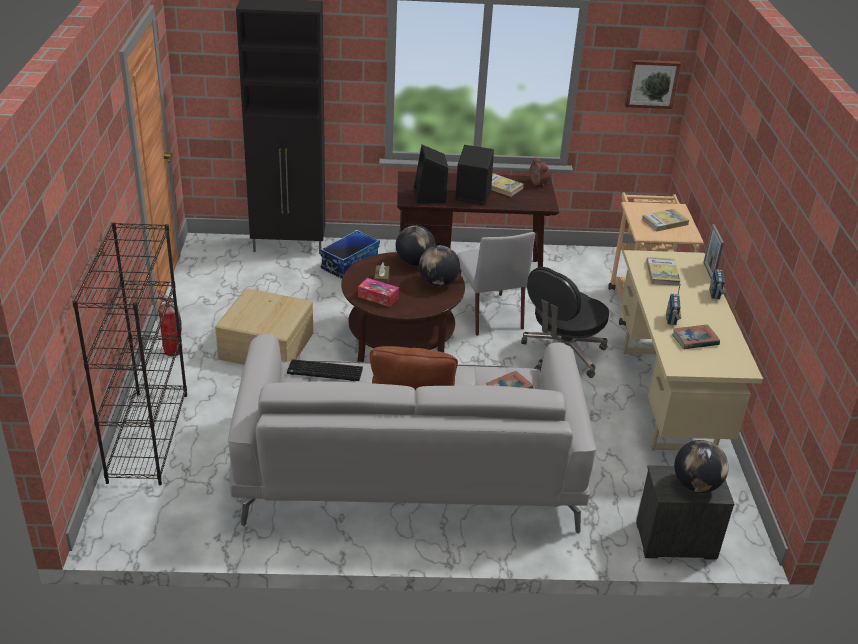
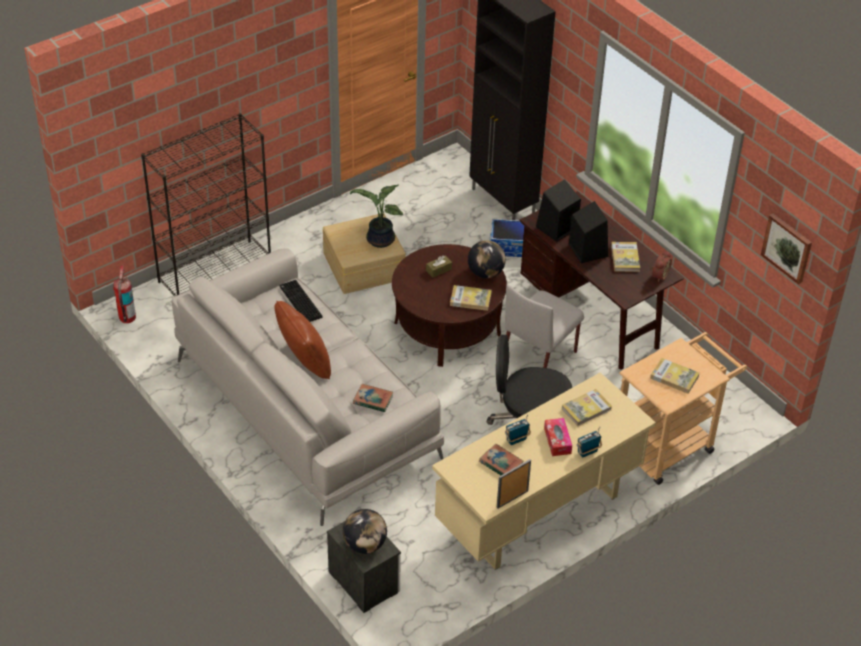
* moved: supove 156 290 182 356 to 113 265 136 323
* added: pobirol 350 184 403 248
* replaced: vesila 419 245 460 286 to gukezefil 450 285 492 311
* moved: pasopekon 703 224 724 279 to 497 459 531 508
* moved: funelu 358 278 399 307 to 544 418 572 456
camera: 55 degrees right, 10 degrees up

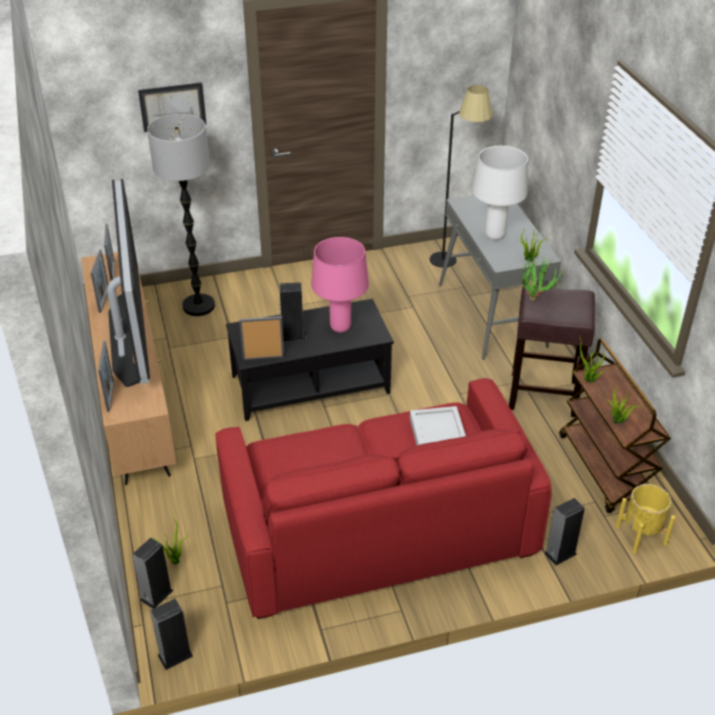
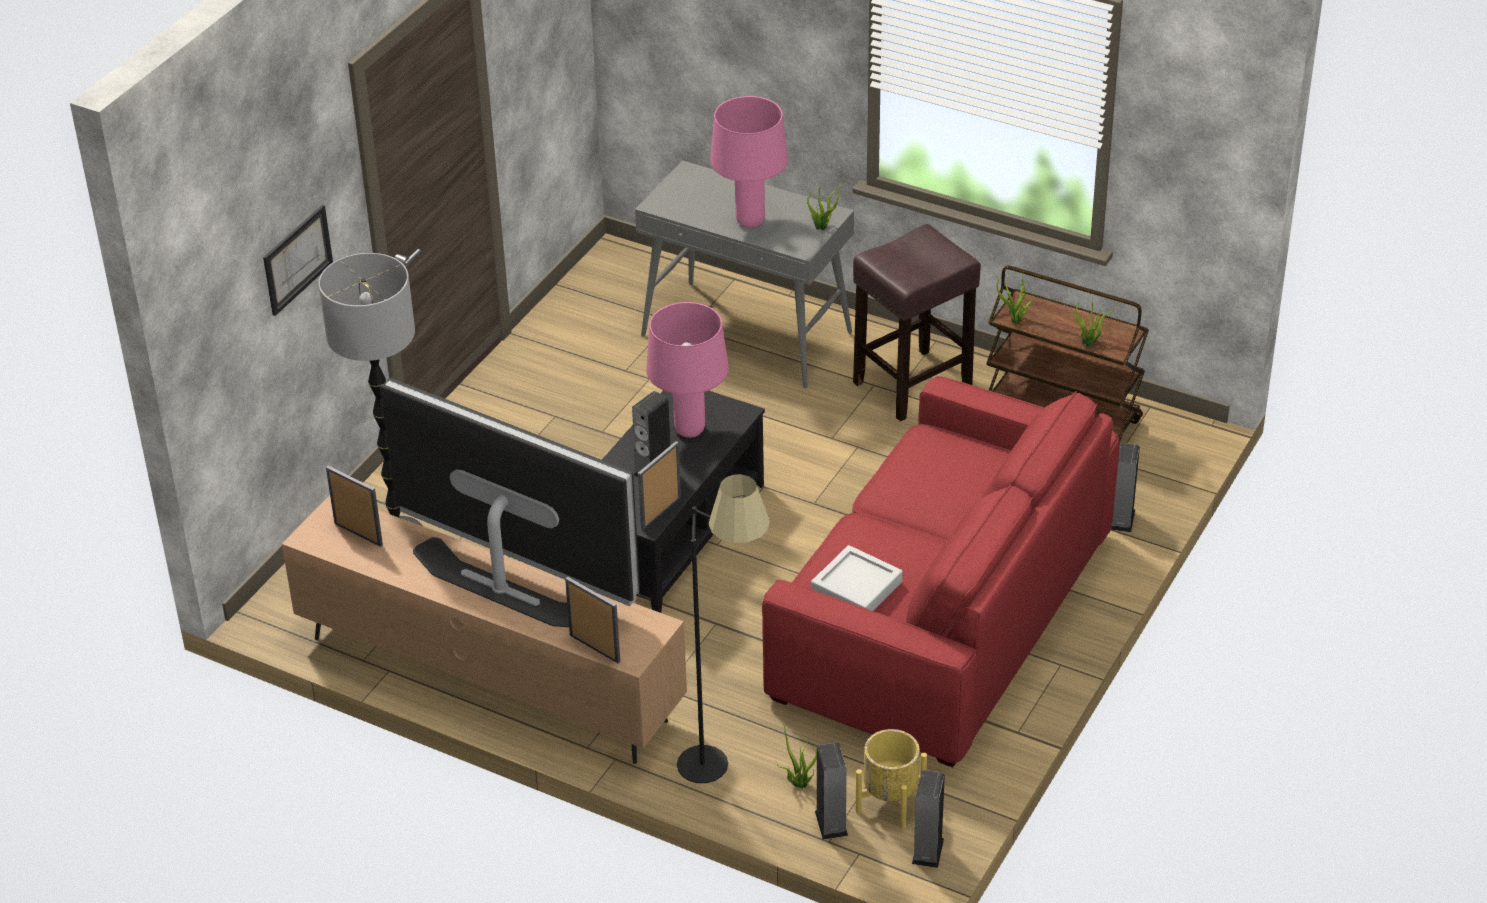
* moved: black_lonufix 430 85 492 267 to 677 474 770 783
* recoloured: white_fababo 472 146 528 240 to pink_fababo 710 96 788 228
* moved: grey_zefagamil 410 406 466 446 to 811 545 903 611
* moved: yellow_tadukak 616 484 675 554 to 856 729 927 829
* removed: pasopekon 91 249 108 313
* removed: pobirol 522 256 563 301
camera: 45 degrees left, 0 degrees up

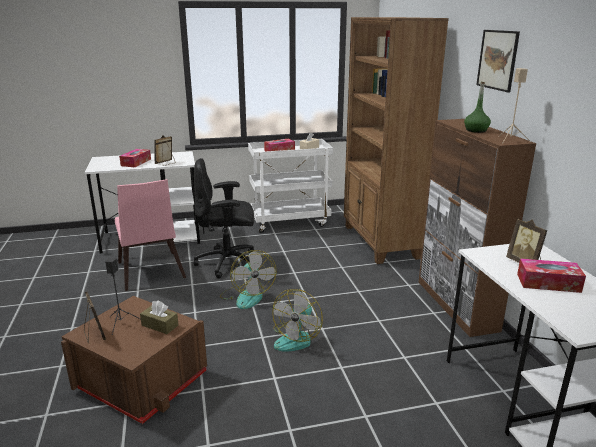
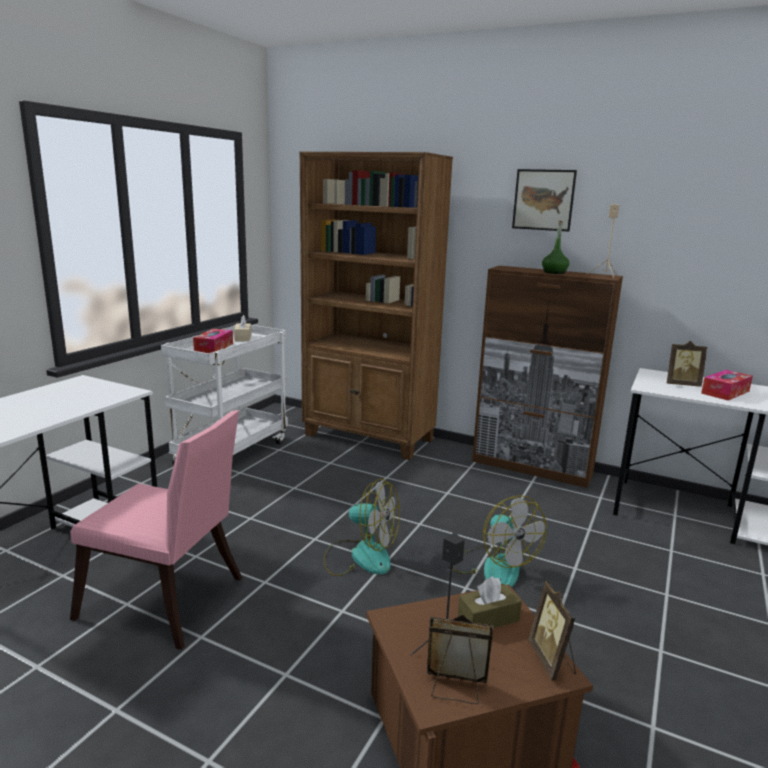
* moved: pasopekon 154 135 175 166 to 528 581 576 681
* removed: funelu 119 149 151 167
* removed: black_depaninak 194 158 254 279
camera: 50 degrees left, 5 degrees down

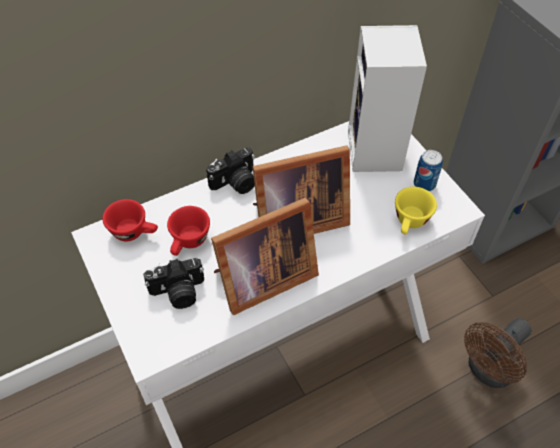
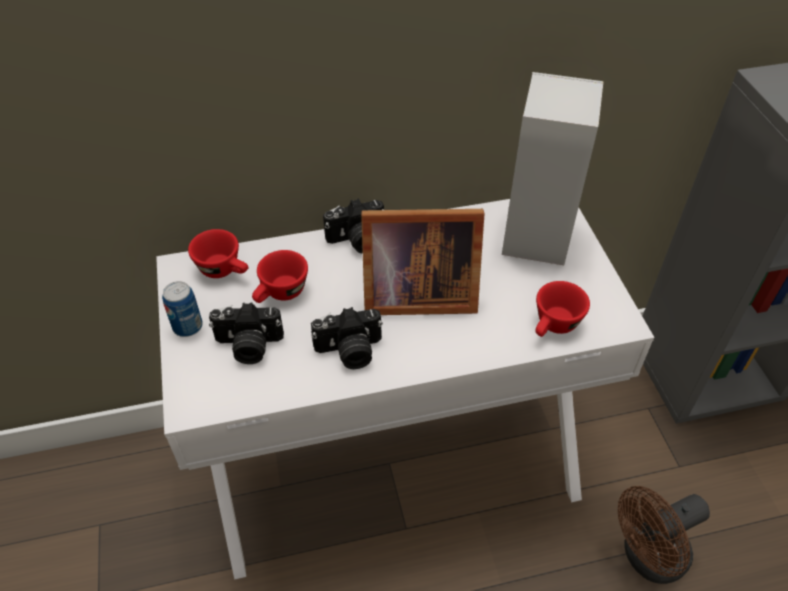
* moved: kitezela 414 150 443 191 to 162 281 203 337
* replaced: pasopekon 211 198 319 315 to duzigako 311 307 383 369
* recoloured: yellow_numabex 395 187 437 234 to red_numabex 535 281 590 337
camera: 15 degrees right, 5 degrees down

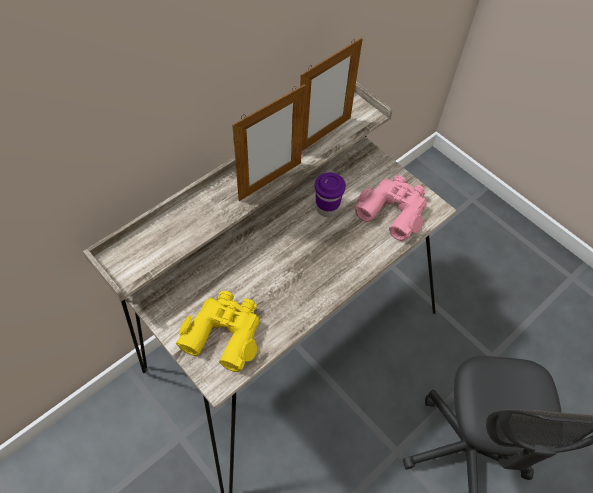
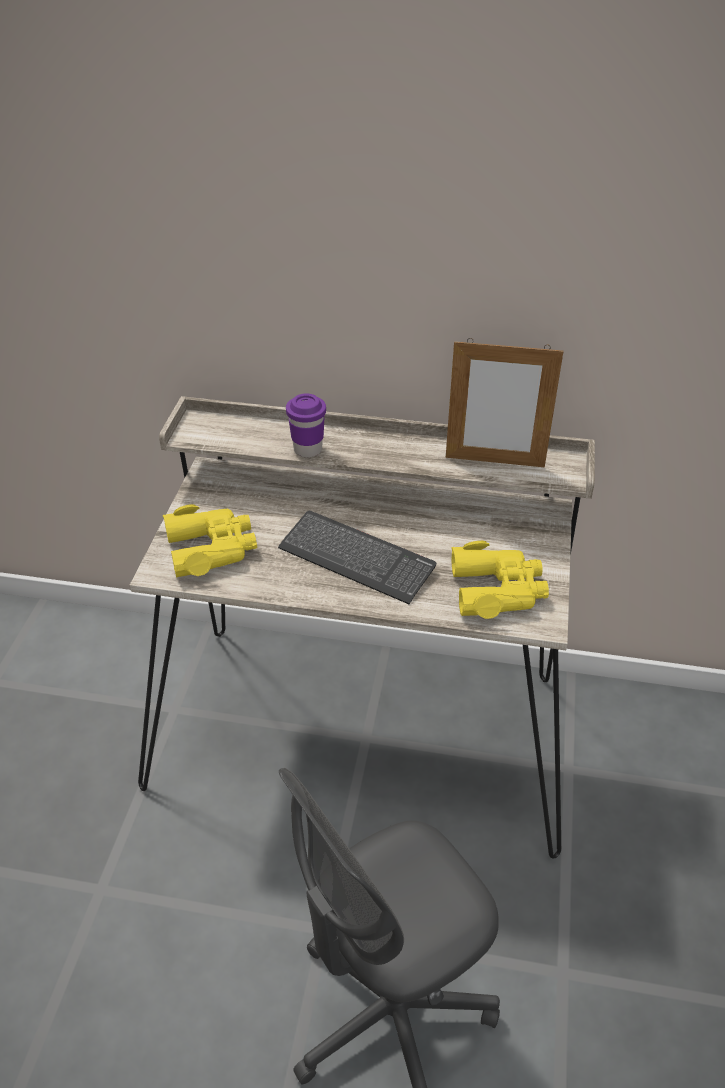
* added: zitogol 278 511 436 604
* moved: purple_numabex 315 173 346 217 to 286 393 326 458
* recoloured: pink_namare 354 175 427 241 to yellow_namare 451 541 549 619
* removed: pasopekon 232 84 305 201
camera: 55 degrees right, 15 degrees down

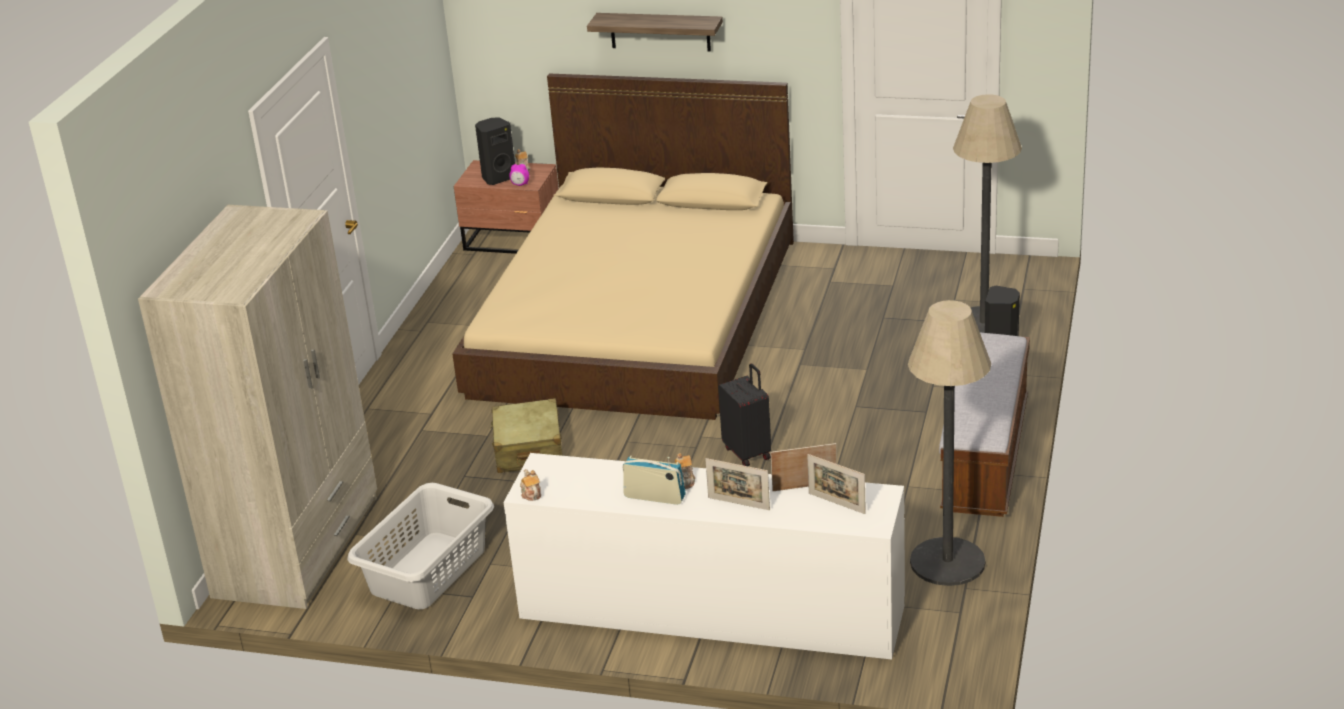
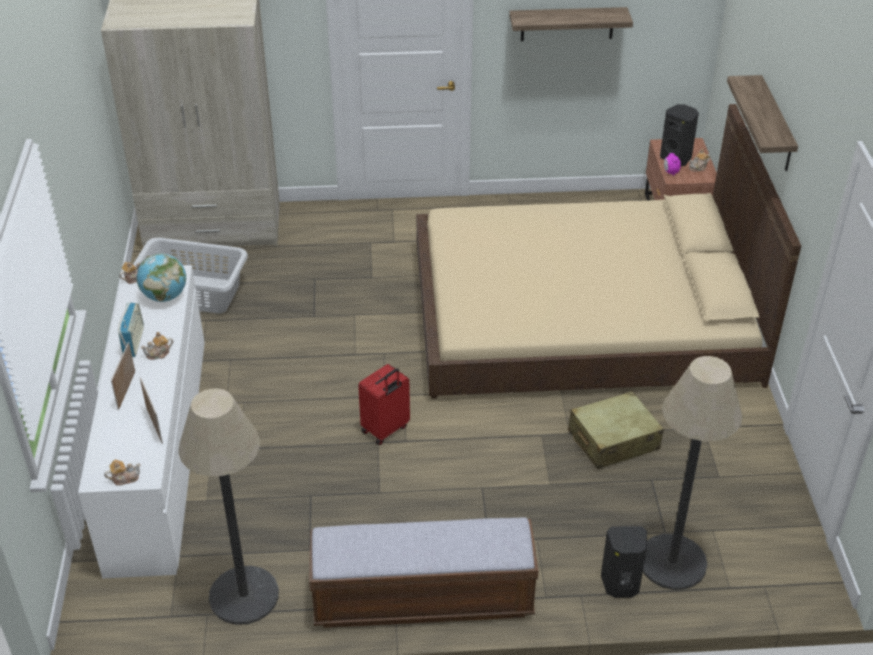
* added: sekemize 104 459 141 486
* added: vesila 137 254 186 302
* recoloured: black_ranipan 718 363 771 466 to red_ranipan 358 364 410 445
* added: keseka 509 7 633 41
* moved: beige_ranipan 491 398 563 473 to 568 391 664 469
* removed: pasopekon 807 454 866 514
camera: 70 degrees right, 10 degrees up

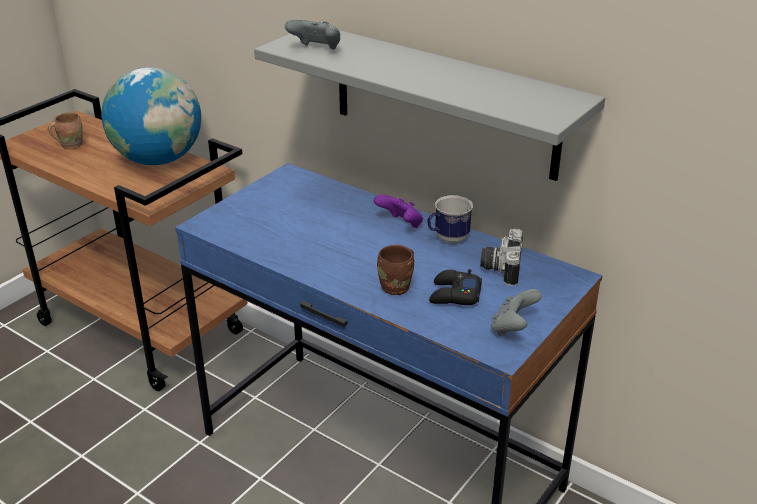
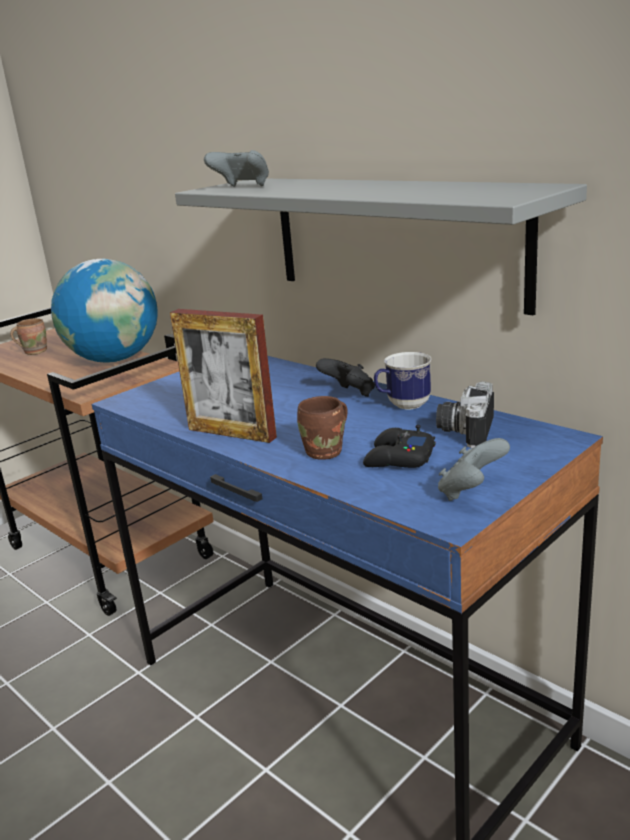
* added: pasopekon 170 309 277 443
* recoloured: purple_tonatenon 374 194 423 228 to black_tonatenon 316 358 375 397
camera: 10 degrees right, 10 degrees down

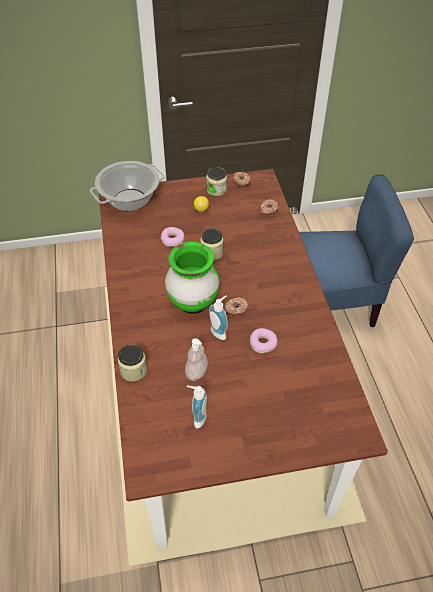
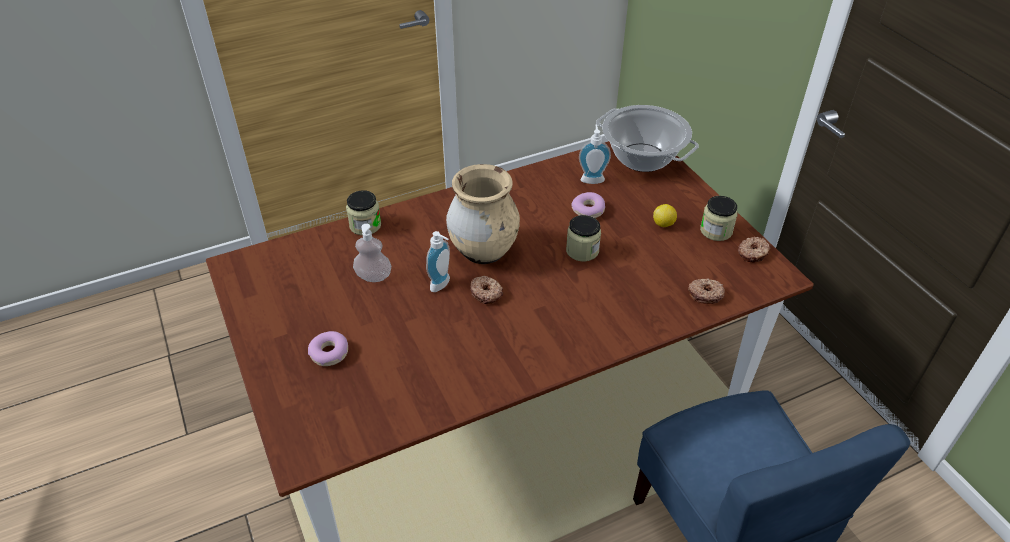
* moved: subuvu 250 328 278 353 to 308 331 348 366
* recoloured: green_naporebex 165 242 220 314 to beige_naporebex 446 164 520 264
* moved: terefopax 187 385 207 428 to 579 124 611 184
camera: 75 degrees right, 5 degrees down

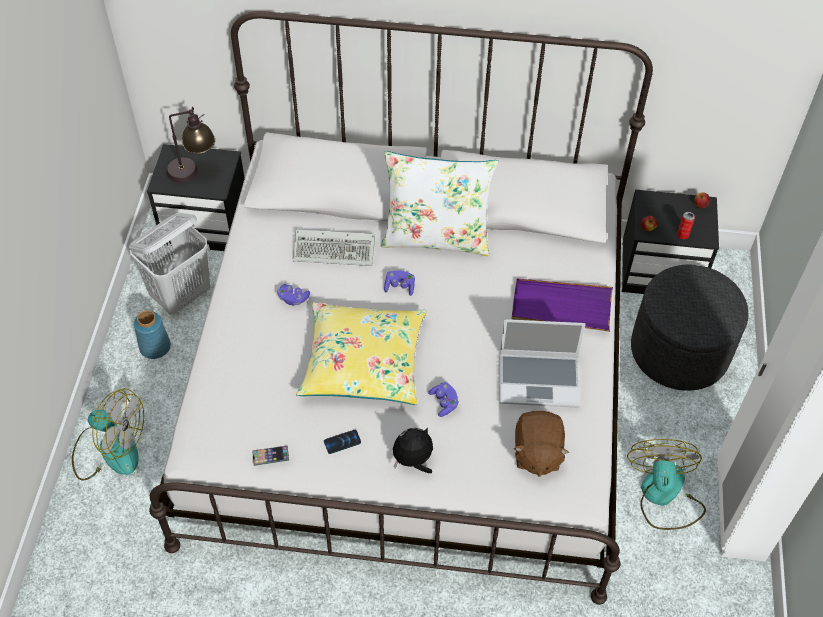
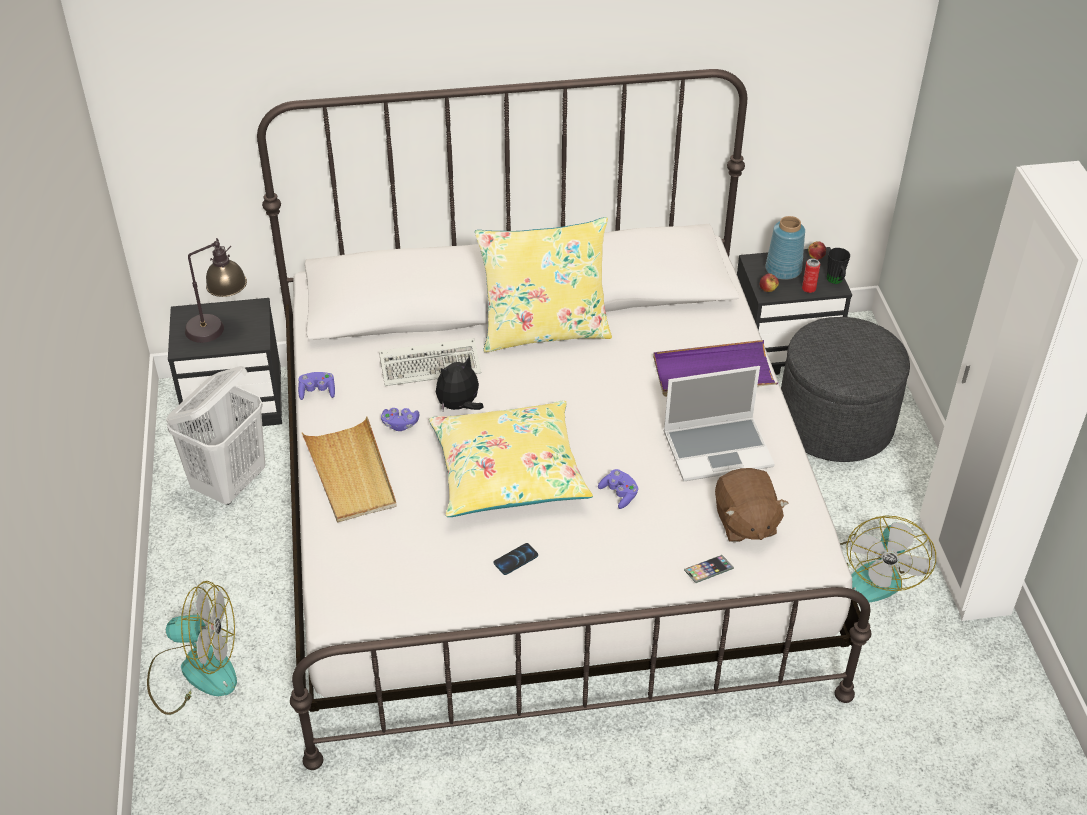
* moved: purple_tonatenon 384 270 415 296 to 298 372 335 400
* added: beige_zefagamil 302 417 397 523
* moved: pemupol 393 428 433 473 to 436 356 484 411
* recoloured: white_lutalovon 381 151 498 256 to yellow_lutalovon 475 217 612 352
* moved: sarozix 252 446 289 466 to 684 555 734 583
* moved: blue_naporebex 134 310 171 359 to 765 216 805 280
* added: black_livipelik 827 248 850 284
* turned: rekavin 627 439 706 530 = 840 515 936 602 150 degrees counterclockwise
camera: 15 degrees left, 10 degrees down

